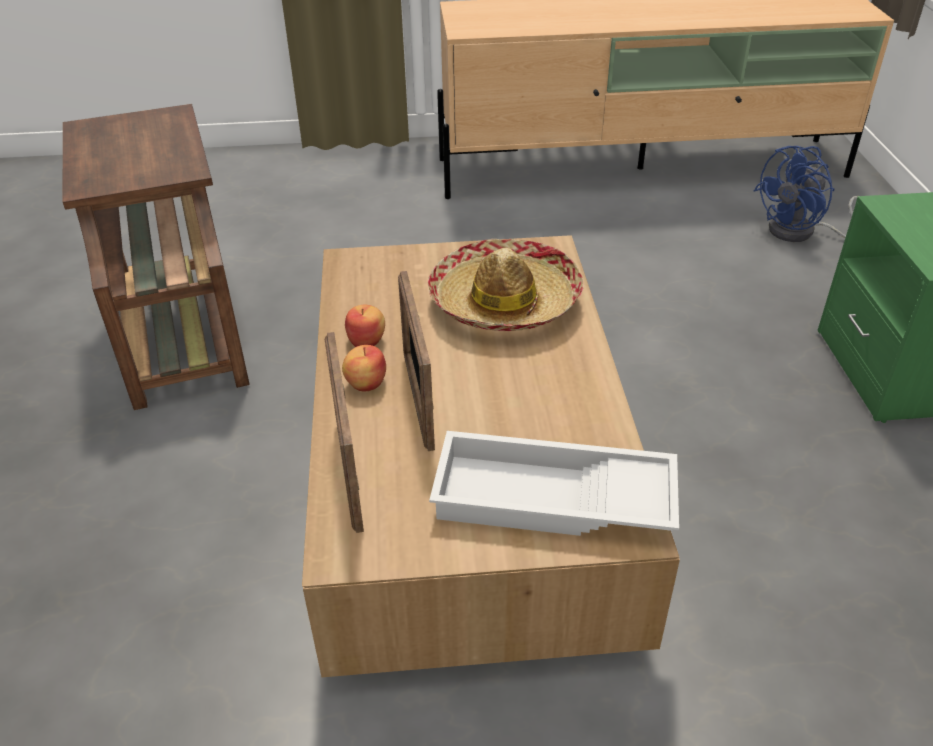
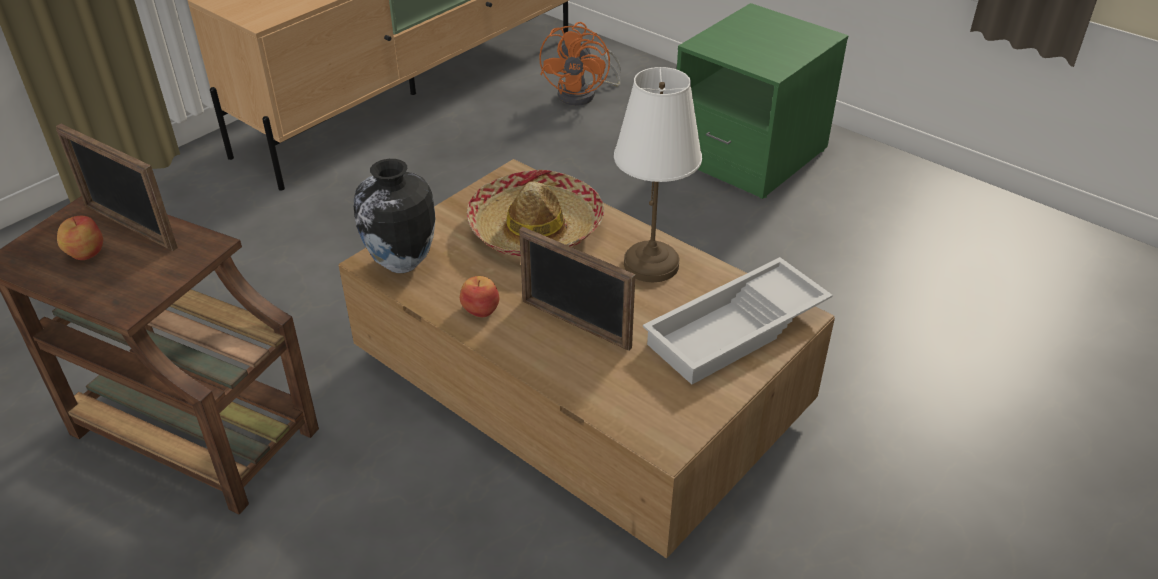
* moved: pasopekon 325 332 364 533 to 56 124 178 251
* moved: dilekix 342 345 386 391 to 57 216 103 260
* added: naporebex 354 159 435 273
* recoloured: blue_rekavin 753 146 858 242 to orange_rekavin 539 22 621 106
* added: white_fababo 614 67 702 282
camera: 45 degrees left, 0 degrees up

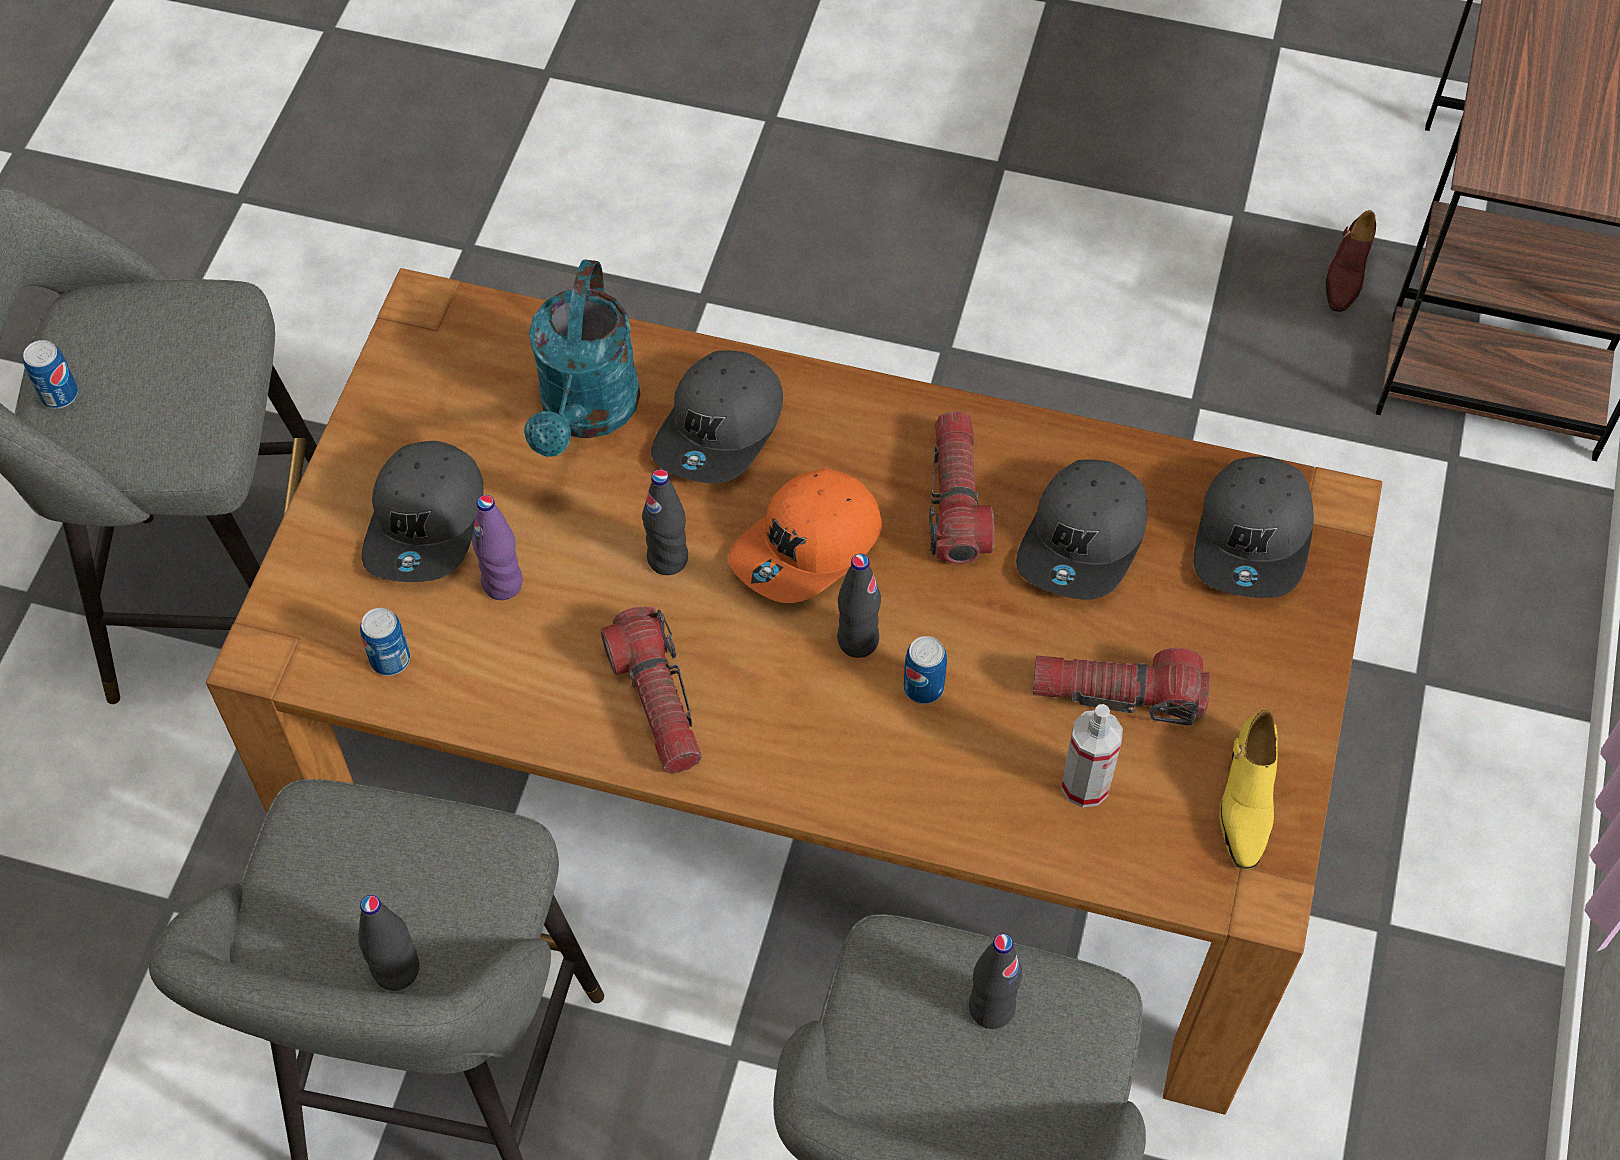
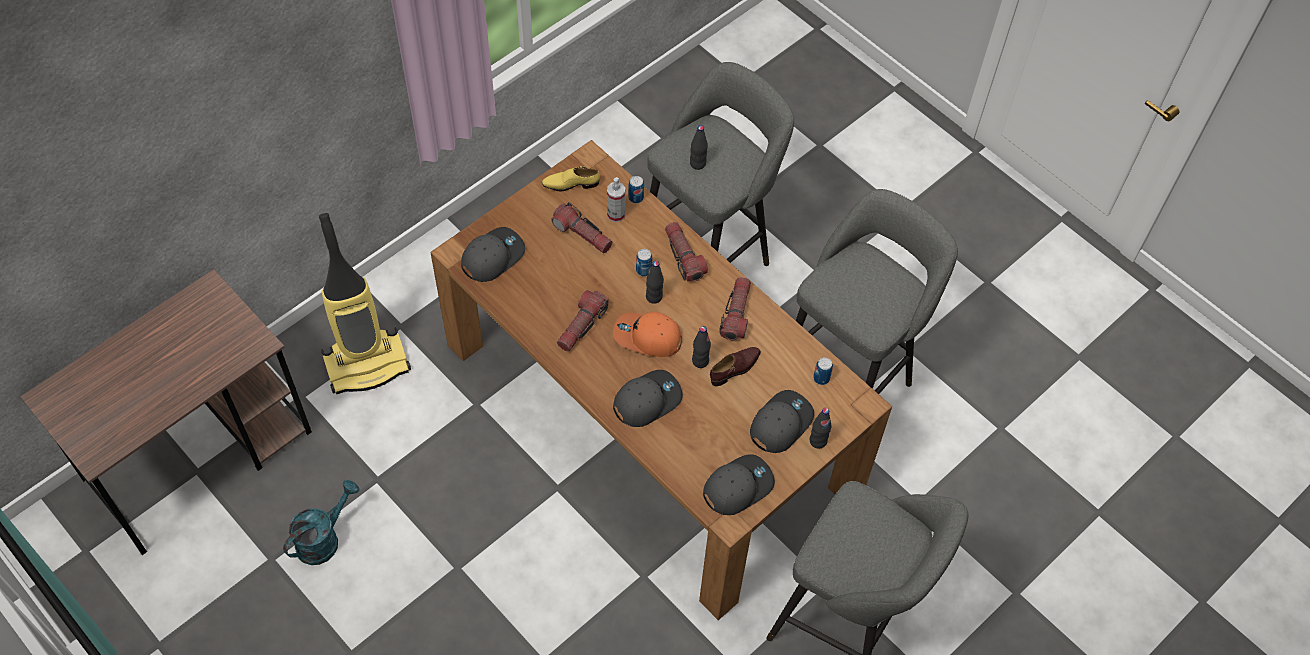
* moved: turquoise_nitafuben 524 259 641 457 to 283 480 359 565
* added: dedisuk 319 213 411 394
* turned: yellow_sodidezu 1219 710 1278 869 = 542 166 600 191 135 degrees counterclockwise
* turned: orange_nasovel 728 468 882 603 = 613 312 682 357 150 degrees counterclockwise
* moved: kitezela 23 340 78 409 to 628 176 644 203
* added: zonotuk 665 222 708 281
* moved: grey_nasovel 1016 460 1147 600 to 703 454 775 515
* moved: brown_sodidezu 1326 210 1376 312 to 710 347 761 386
* moved: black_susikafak 358 895 419 991 to 810 408 831 448
* removed: purple_susikafak 472 495 523 600
camera: 150 degrees left, 0 degrees up

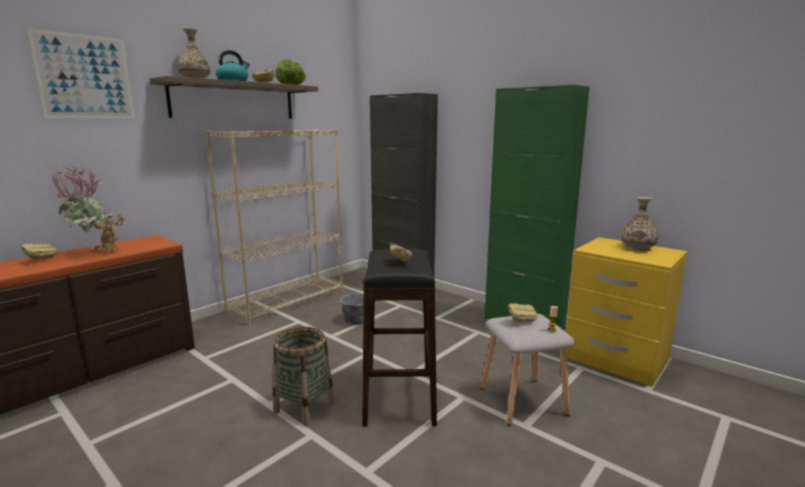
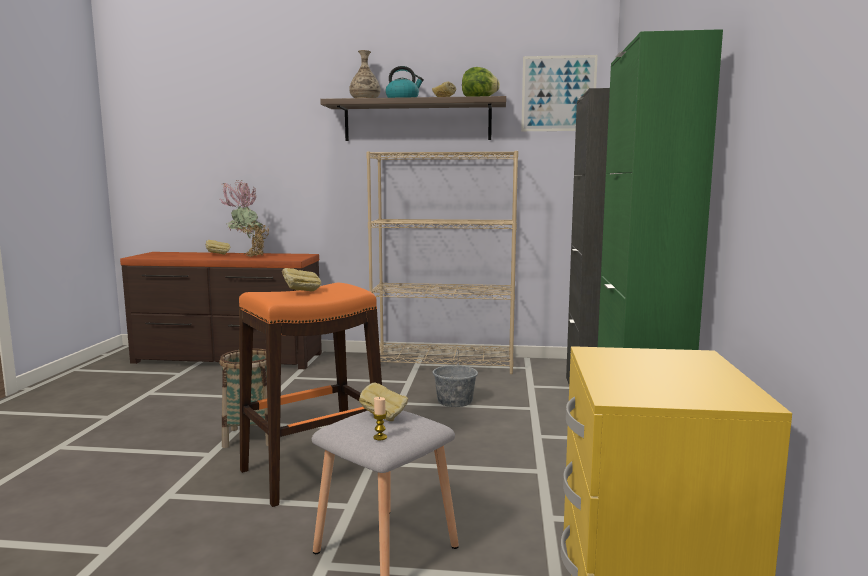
* recoloured: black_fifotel 362 249 437 427 to orange_fifotel 239 283 382 507
* moved: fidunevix 27 28 135 119 to 521 55 598 131
* removed: naporebex 621 197 658 251
camera: 55 degrees right, 5 degrees down

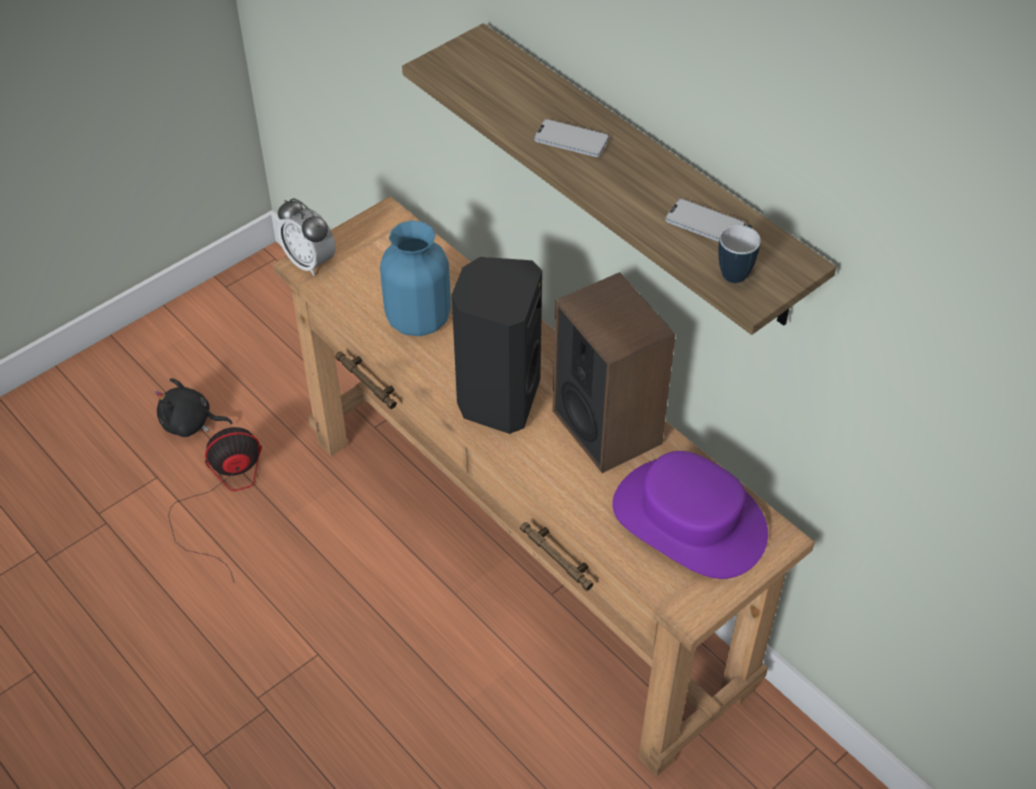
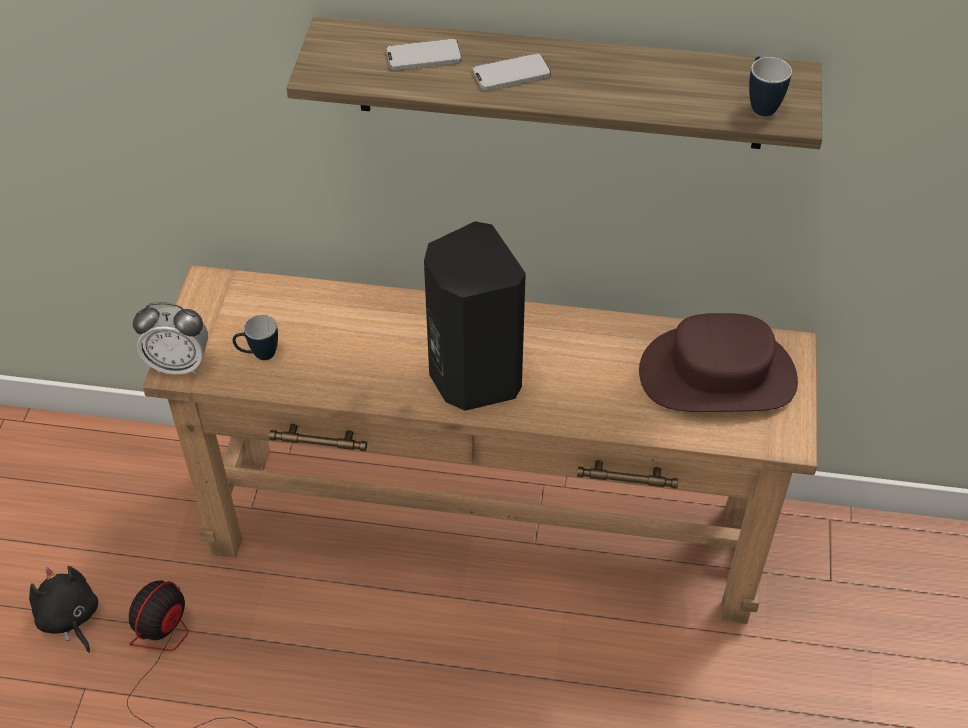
* turned: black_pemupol 155 378 233 437 = 29 566 98 653 90 degrees clockwise
* added: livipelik 233 315 278 360
* moved: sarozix 665 199 745 242 to 386 38 462 70
* recoloured: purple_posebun 612 451 768 579 to brown_posebun 639 313 798 412
* removed: blue_naporebex 380 221 451 336
* removed: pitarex 552 272 676 473
camera: 40 degrees left, 0 degrees up

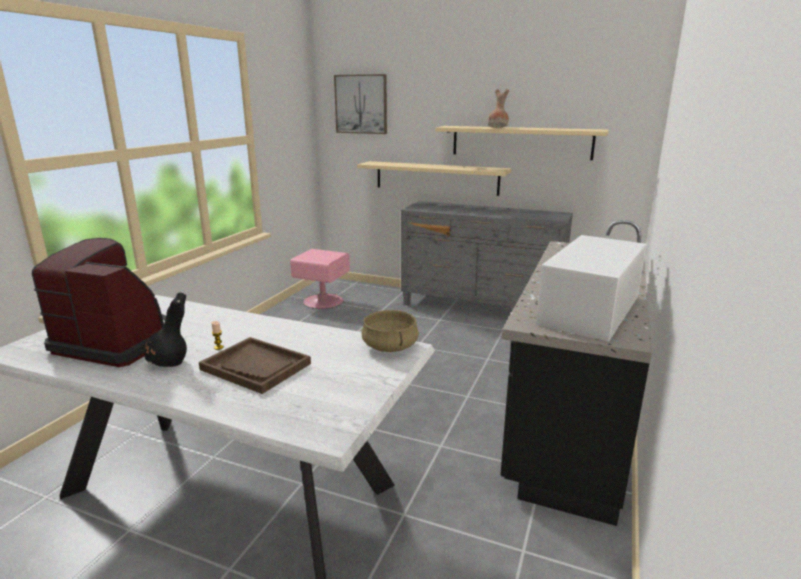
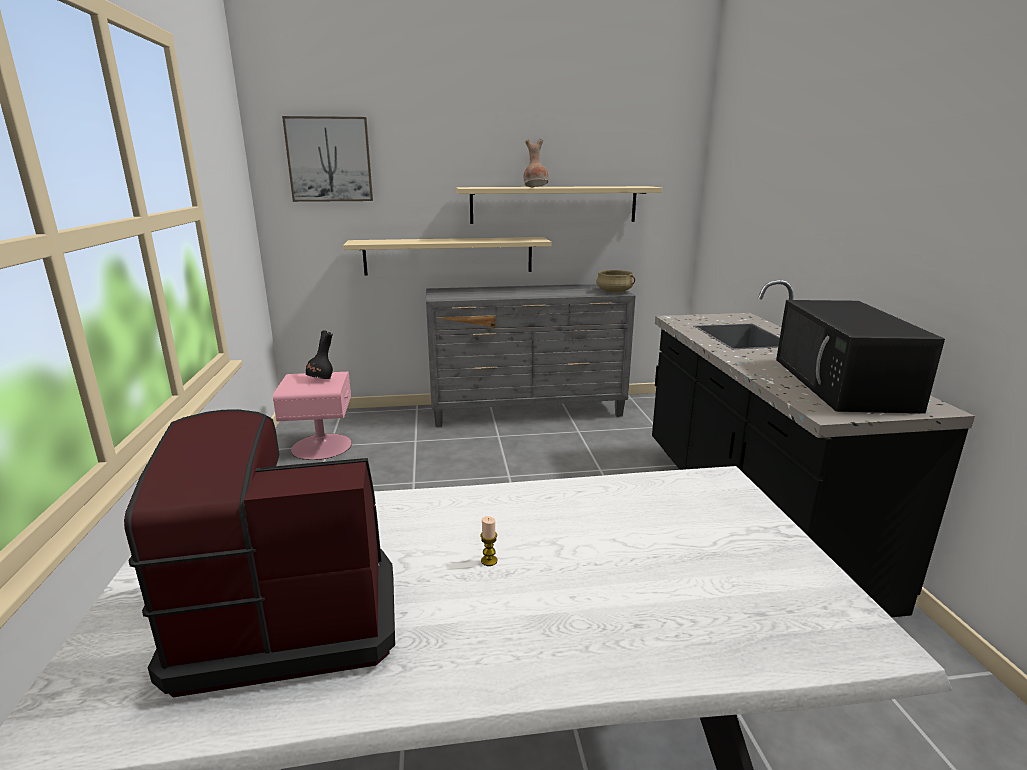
* moved: black_naporebex 145 293 187 367 to 306 330 333 379
* moved: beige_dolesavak 362 310 419 352 to 596 270 635 292
* recoloured: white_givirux 536 235 647 341 to black_givirux 776 300 945 414
* removed: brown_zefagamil 199 337 311 394
camera: 30 degrees left, 0 degrees up

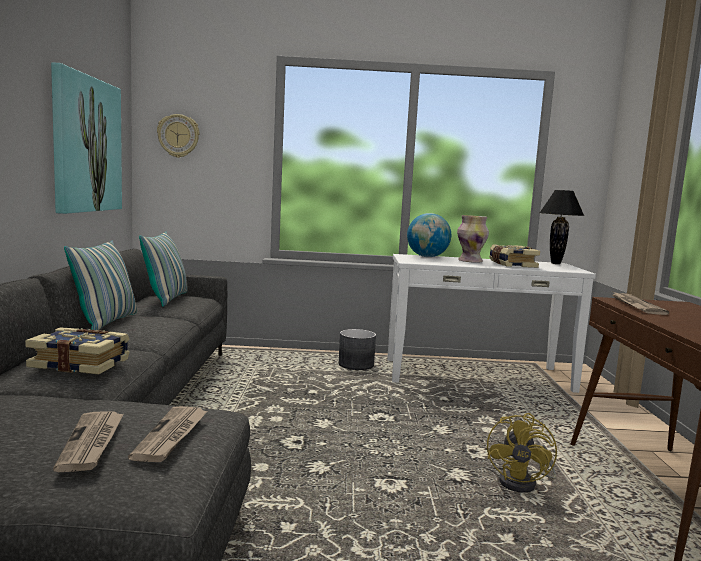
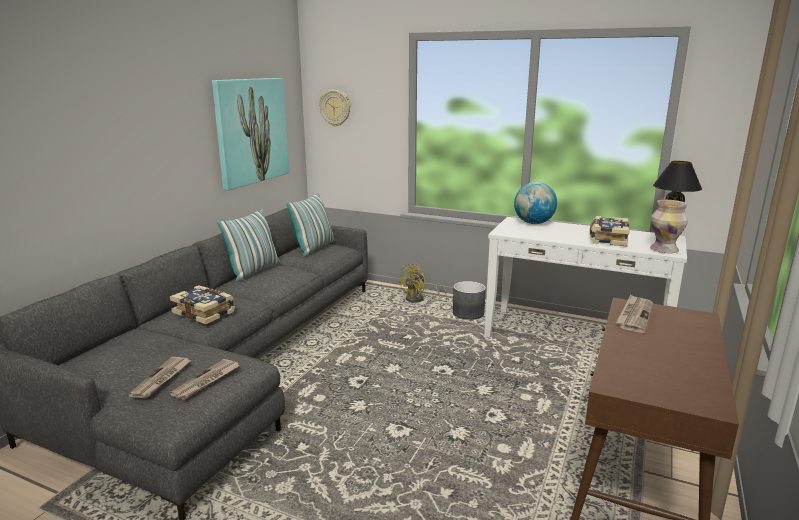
* moved: yellow_rekavin 487 413 557 493 to 397 263 446 303
* moved: naporebex 457 215 489 263 to 650 200 688 253
camera: 25 degrees right, 10 degrees up

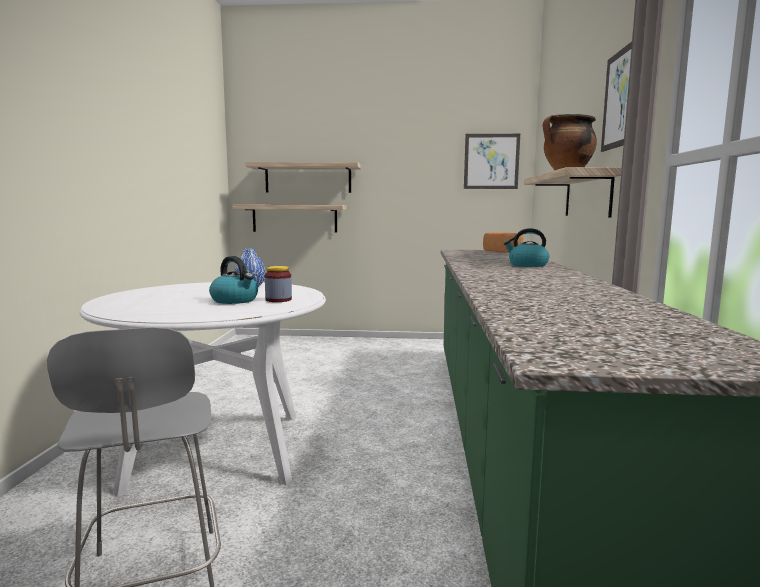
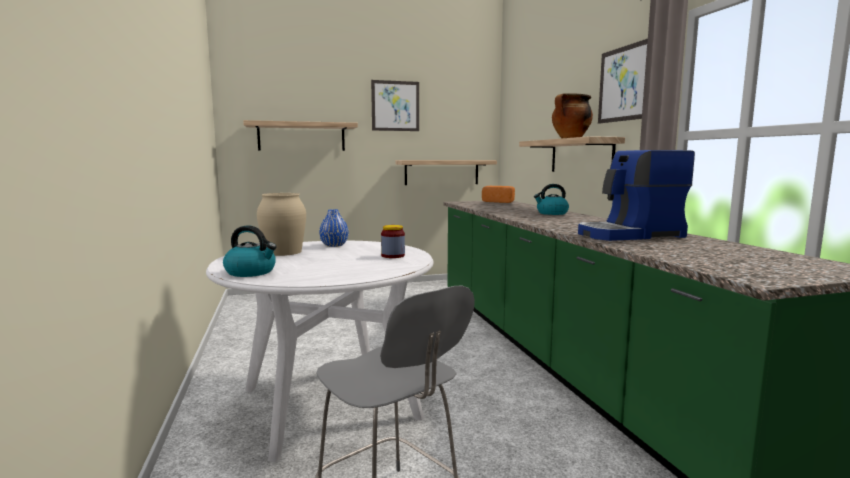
* moved: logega 209 256 258 304 to 223 225 277 277
* added: beige_naporebex 257 193 306 256
* moved: fidunevix 464 134 520 189 to 371 80 419 131
* moved: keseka 232 204 347 233 to 396 160 497 185
* added: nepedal 578 150 695 241
camera: 20 degrees left, 0 degrees up

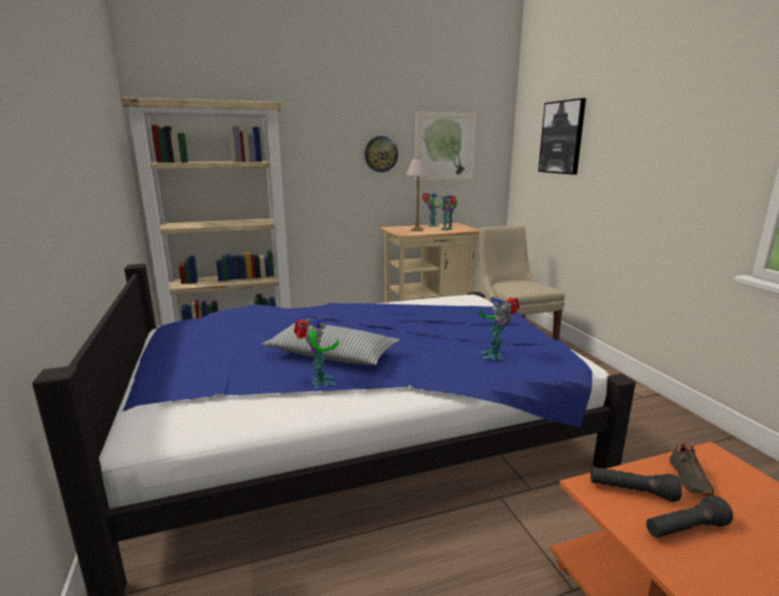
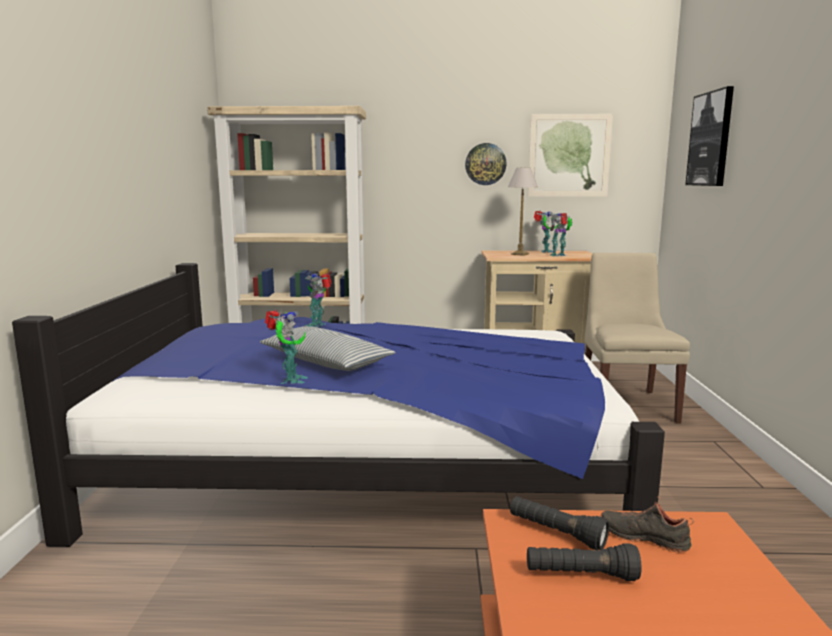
* moved: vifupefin 479 297 519 360 to 305 273 331 327
* turned: black_sodidezu 669 438 714 496 = 600 496 694 553 90 degrees clockwise
camera: 20 degrees right, 5 degrees down

